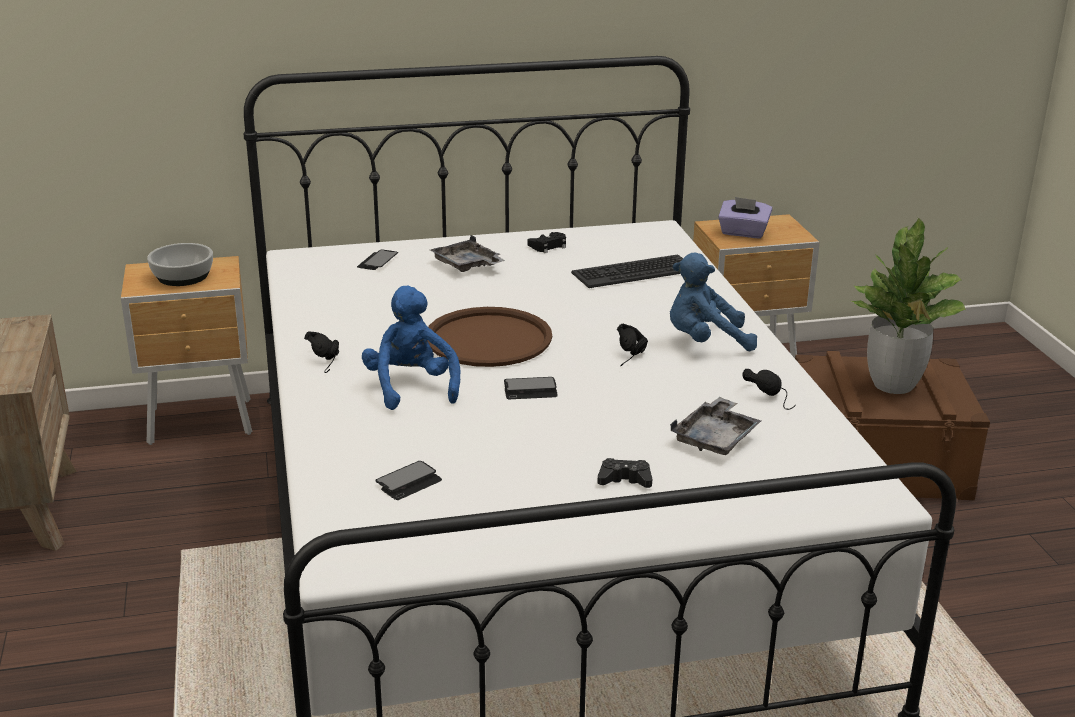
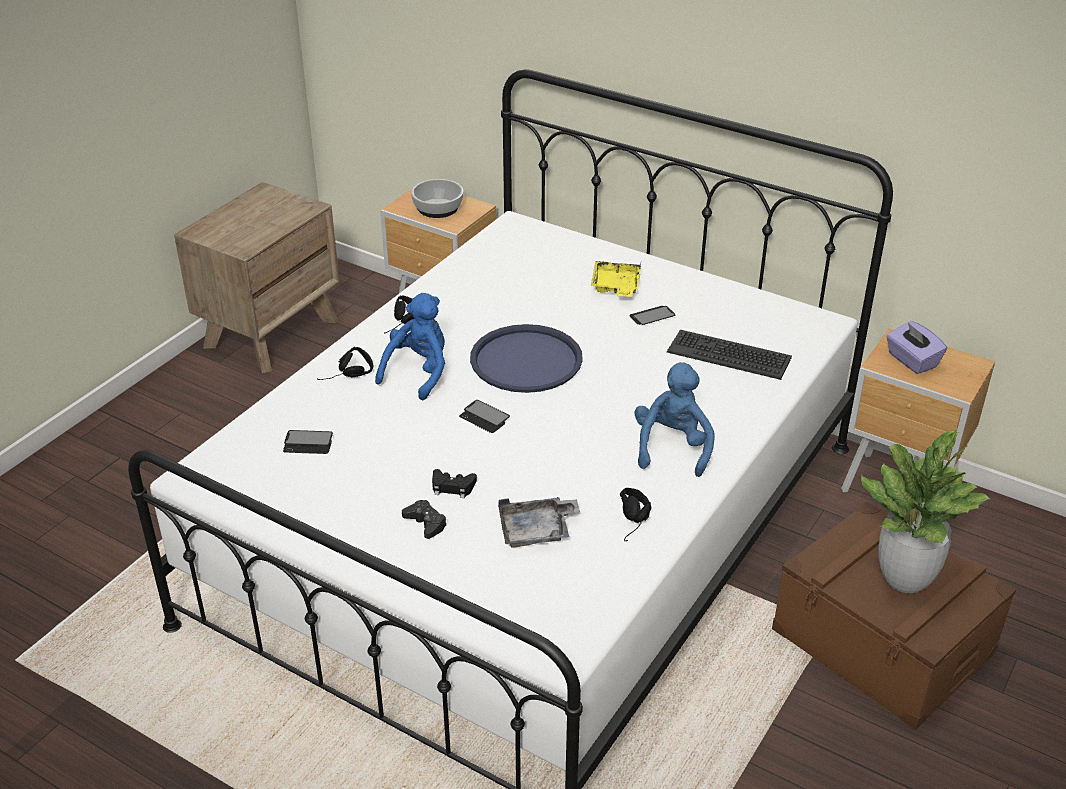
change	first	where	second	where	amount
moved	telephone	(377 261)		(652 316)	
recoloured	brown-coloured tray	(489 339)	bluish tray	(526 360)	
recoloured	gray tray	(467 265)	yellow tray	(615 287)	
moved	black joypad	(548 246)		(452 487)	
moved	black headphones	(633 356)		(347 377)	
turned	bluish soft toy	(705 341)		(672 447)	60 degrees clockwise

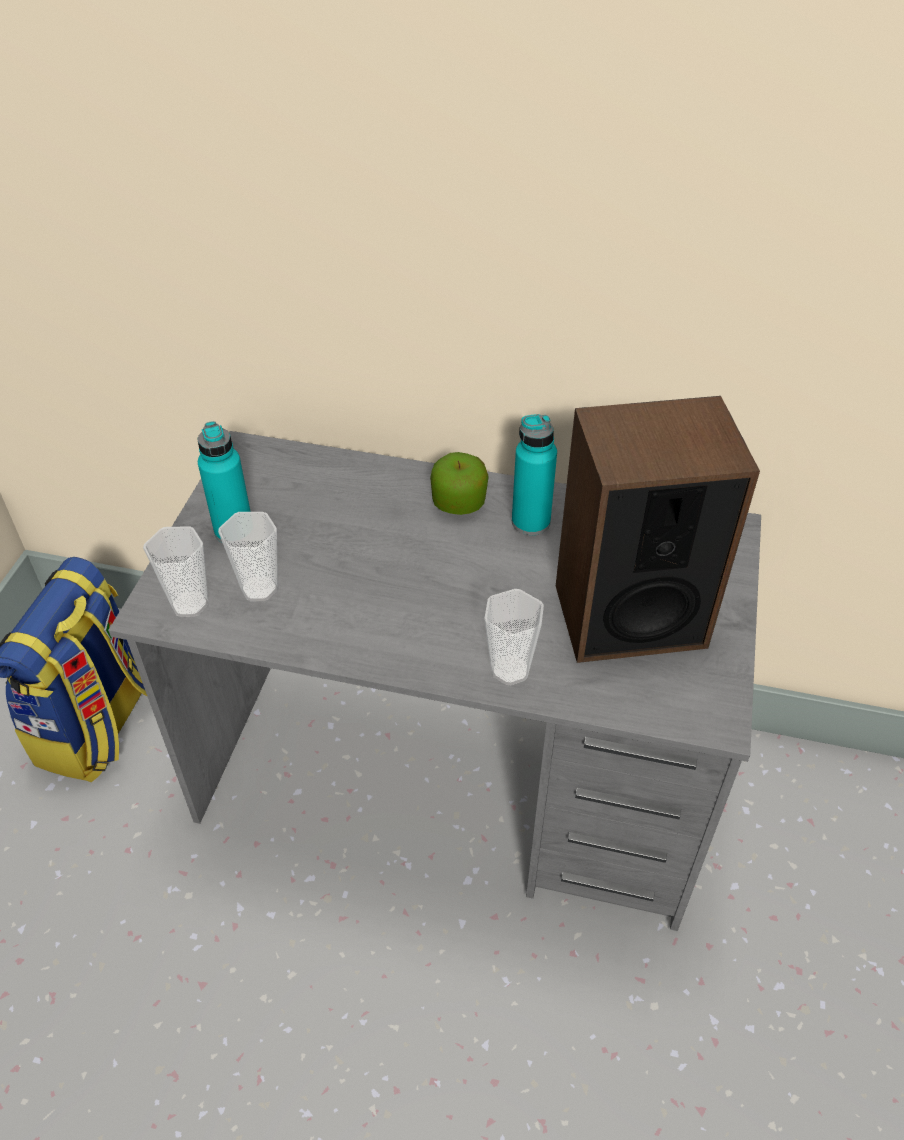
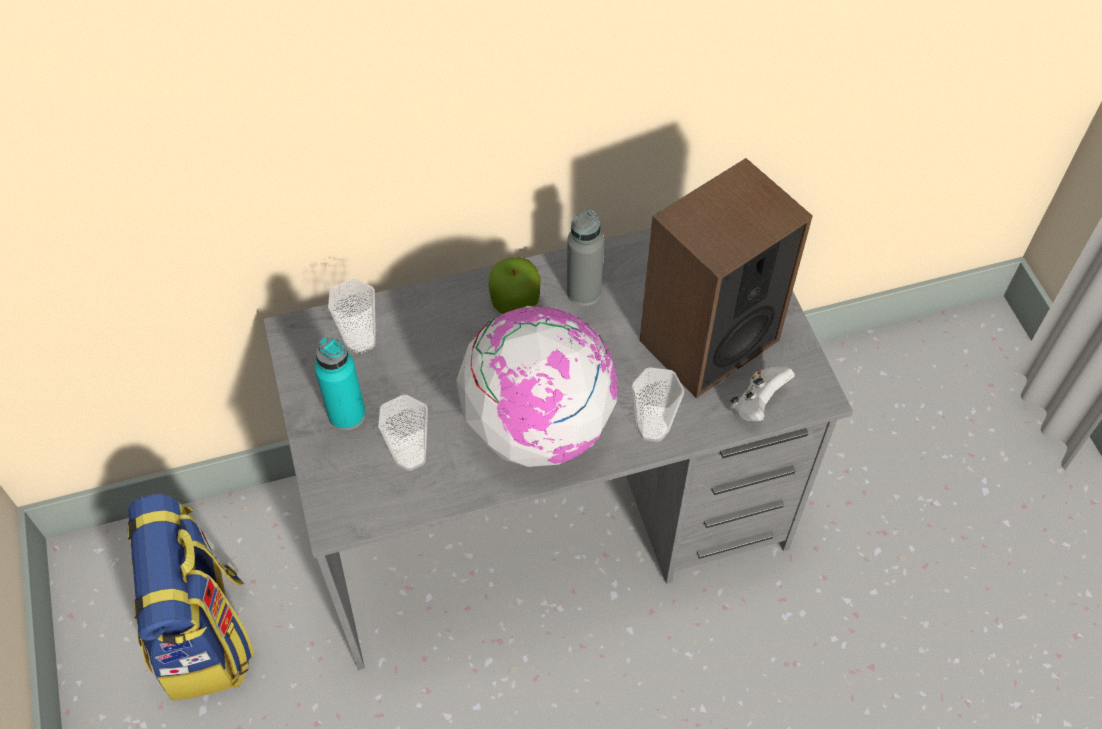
change	first	where	second	where	amount
moved	small cup	(189 604)		(360 341)	
recoloured	blue-green bottle	(530 522)	gray bottle	(583 292)	
added			globe	(538 426)	
added			white-coloured joypad	(757 404)	

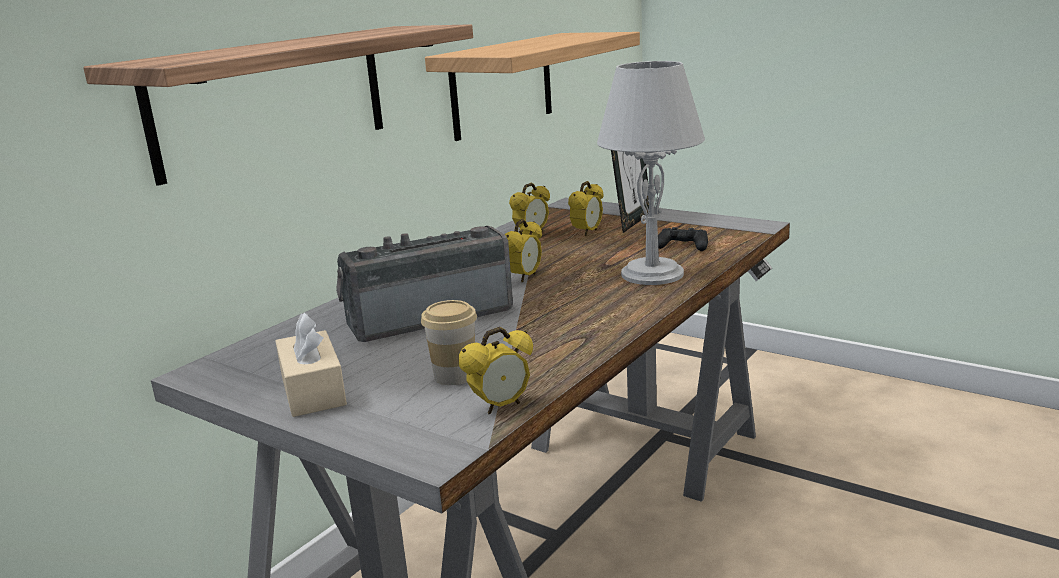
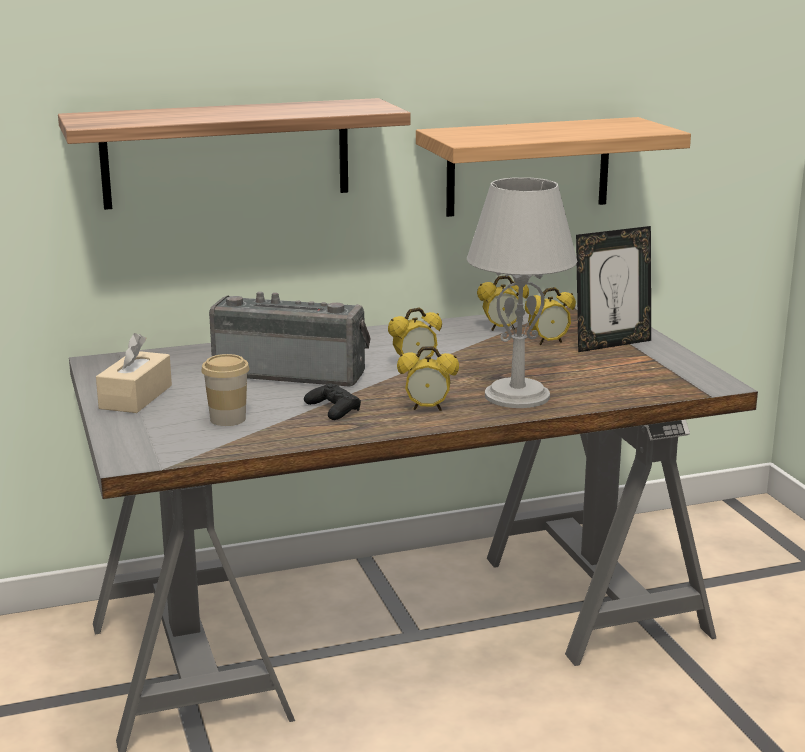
change	first	where	second	where	amount
moved	table clock	(500 406)		(427 408)	
moved	black joypad	(682 246)		(333 409)	

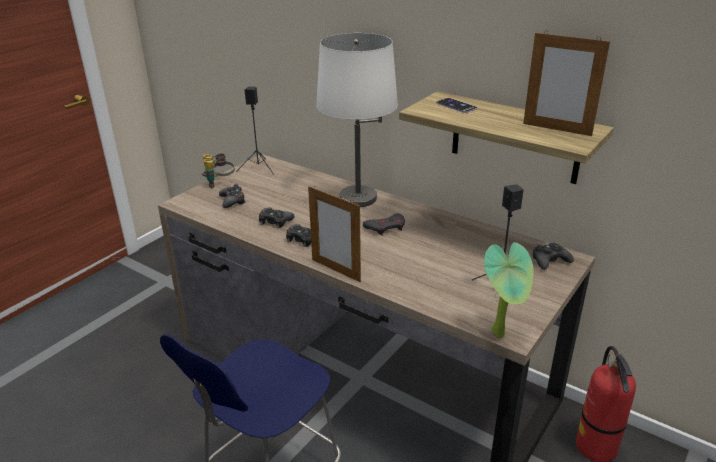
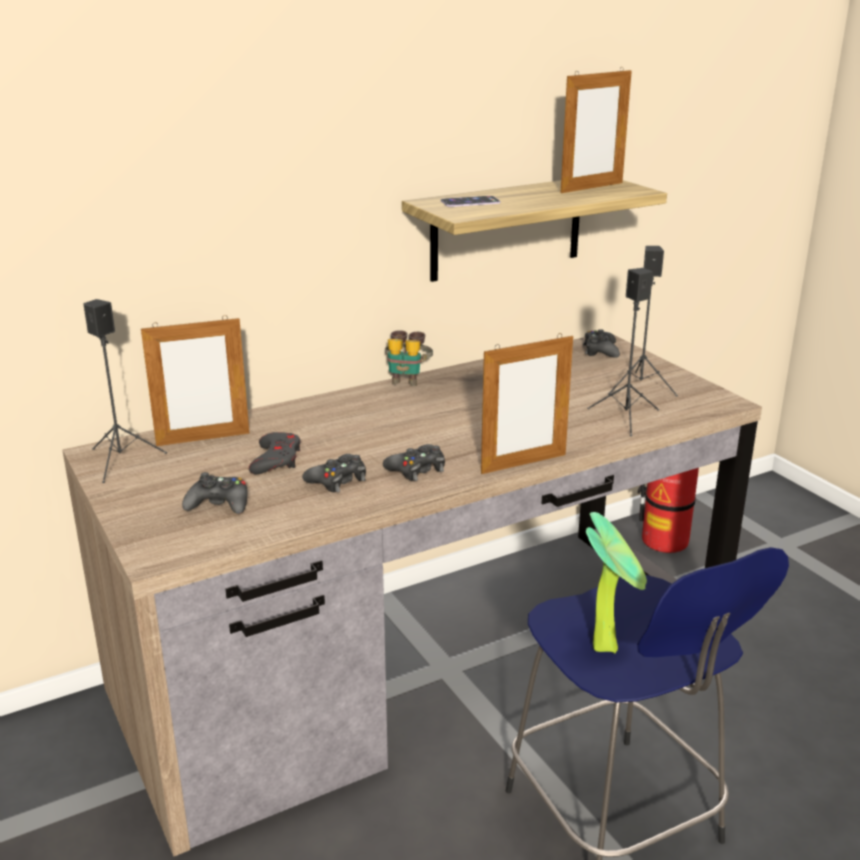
change	first	where	second	where	amount
moved	field glasses	(220 184)		(407 379)	
removed	white-coloured tabletop lamp	(358 198)			
moved	gray joypad	(386 227)		(276 459)	
moved	potted plant	(501 333)		(608 646)	
added			standing frame	(203 439)	
added			black loudspeaker	(626 418)	

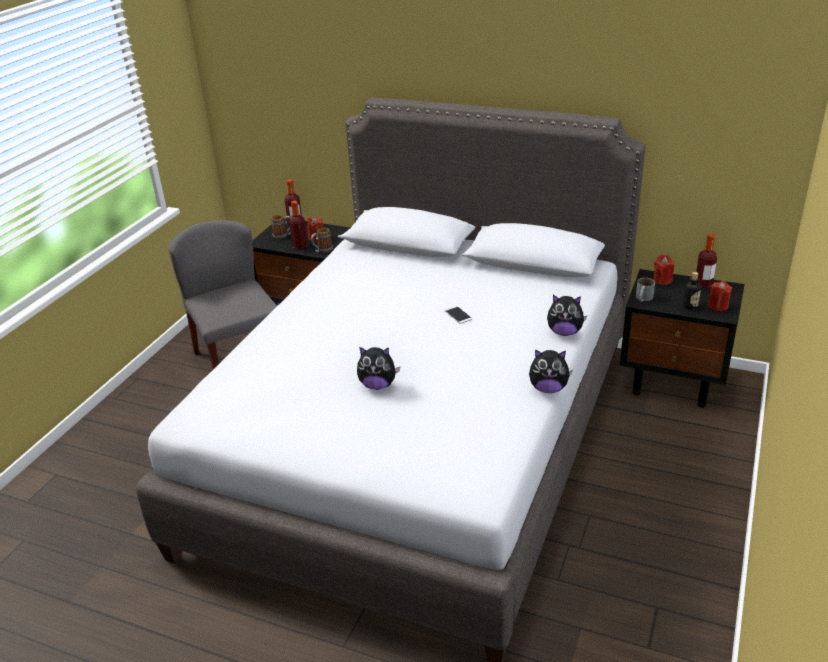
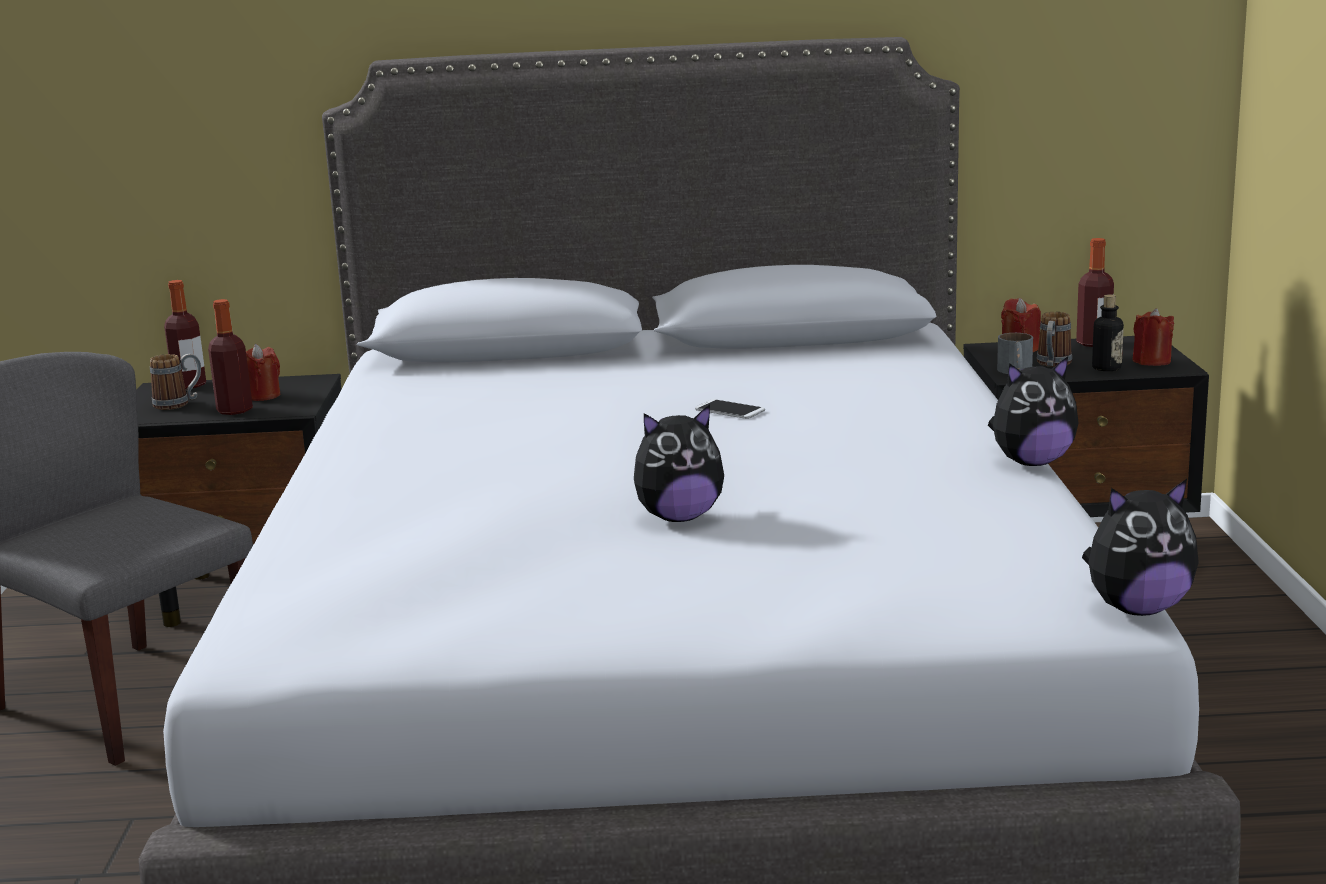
change	first	where	second	where	amount
moved	mug	(322 250)		(1052 364)	
moved	soft toy	(564 332)		(1137 609)	

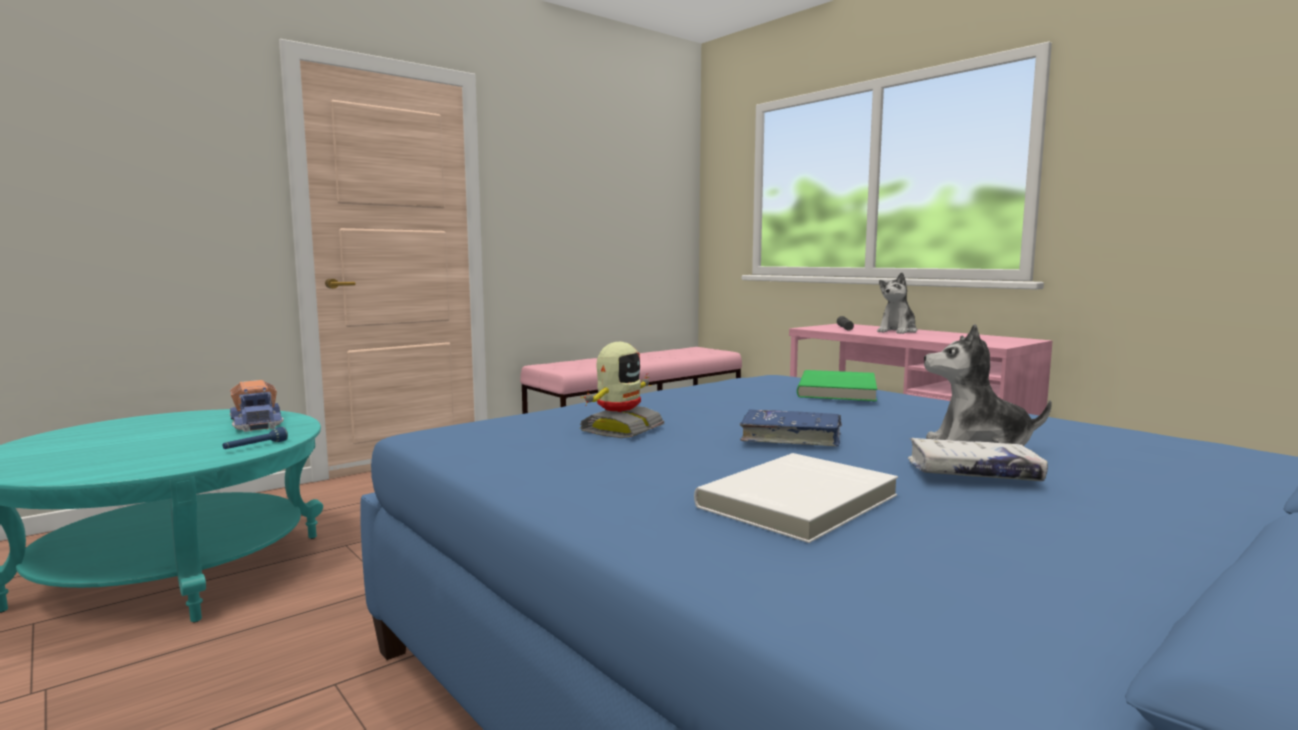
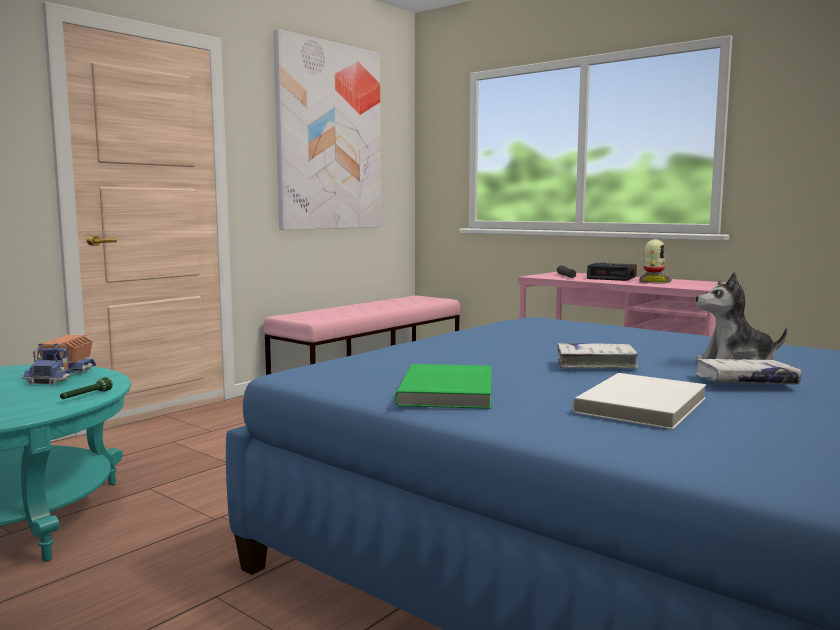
change	first	where	second	where	amount
recoloured	bluish hand torch	(255 447)	green hand torch	(86 396)	
turned	model truck	(258 423)		(62 376)	45 degrees clockwise
moved	model robot	(620 429)		(654 282)	
recoloured	bluish bound book	(791 437)	white-coloured bound book	(596 364)	
moved	green bound book	(839 390)		(449 391)	
replaced	soft toy	(897 331)	table clock	(612 278)	
added			wall art	(329 137)	

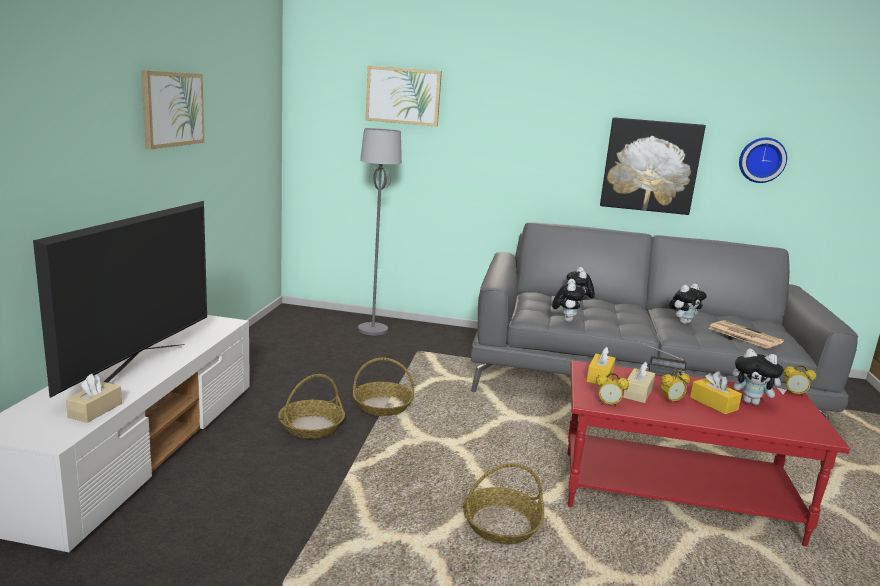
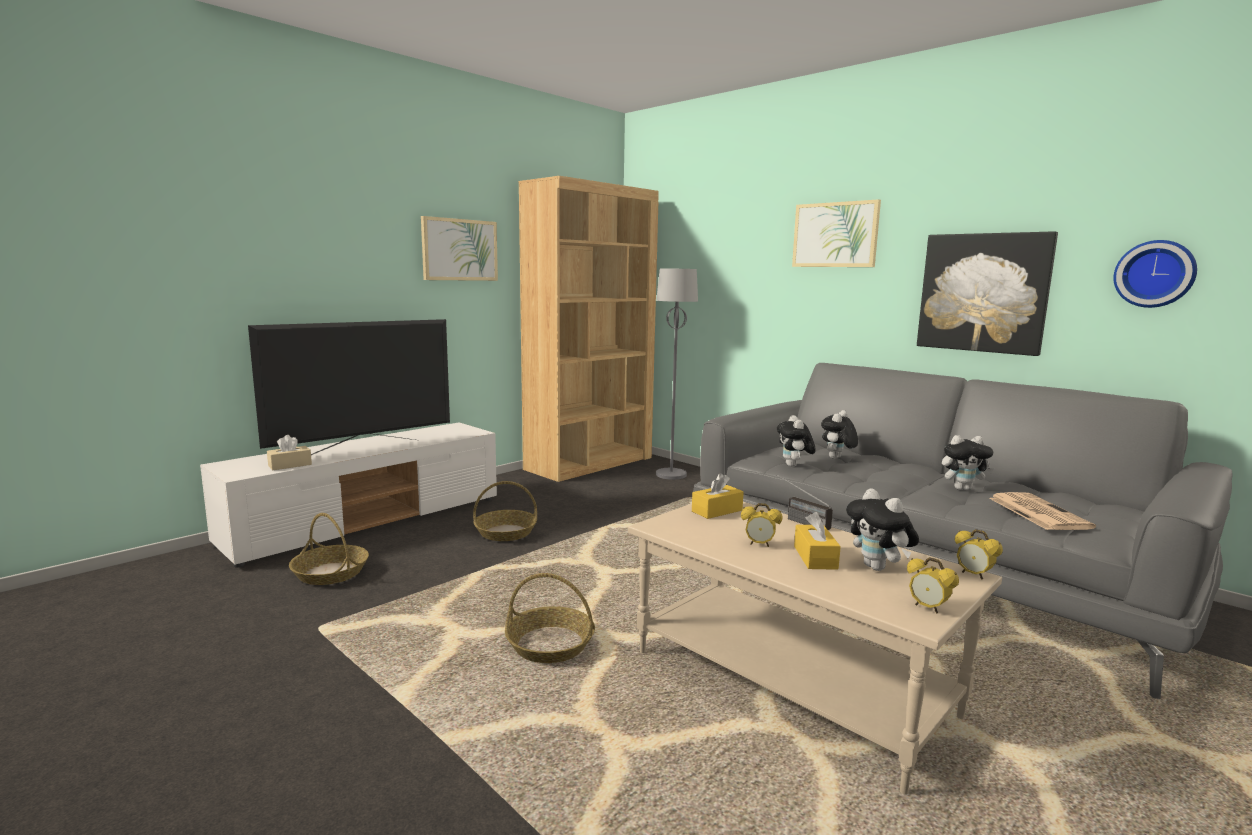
change	first	where	second	where	amount
moved	basket	(383 406)		(331 573)	
moved	wall art	(403 96)		(835 235)	
turned	soft toy	(565 320)		(794 466)	135 degrees clockwise
recoloured	red low table	(676 496)	beige low table	(792 683)	
moved	table clock	(608 404)		(928 608)	
removed	beige tissue box	(637 393)			
added			brown-coloured shelving unit	(590 463)	

